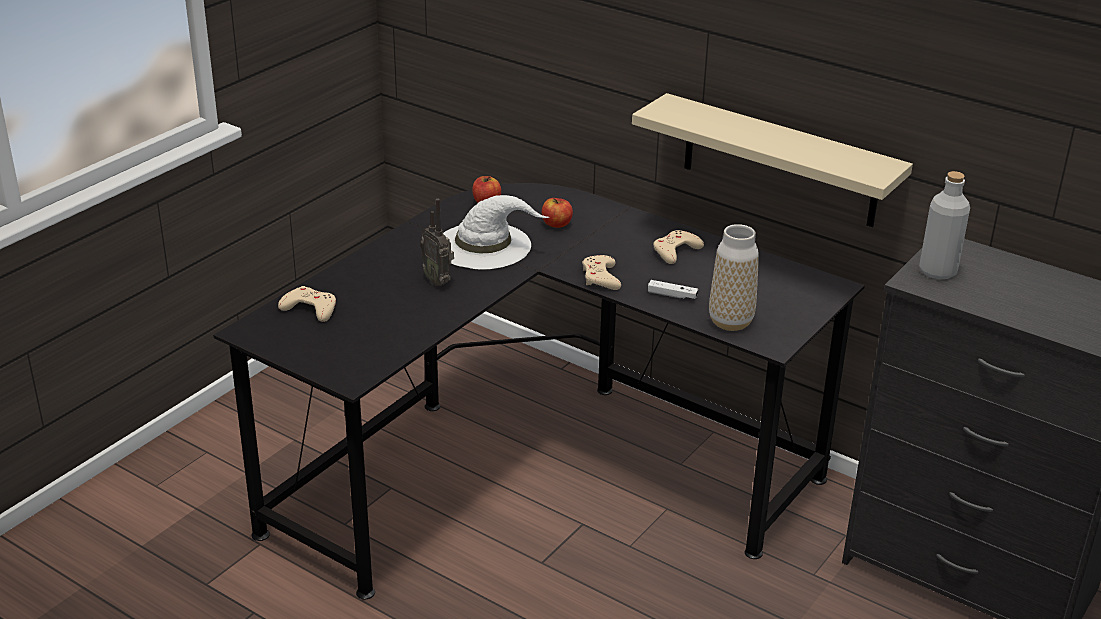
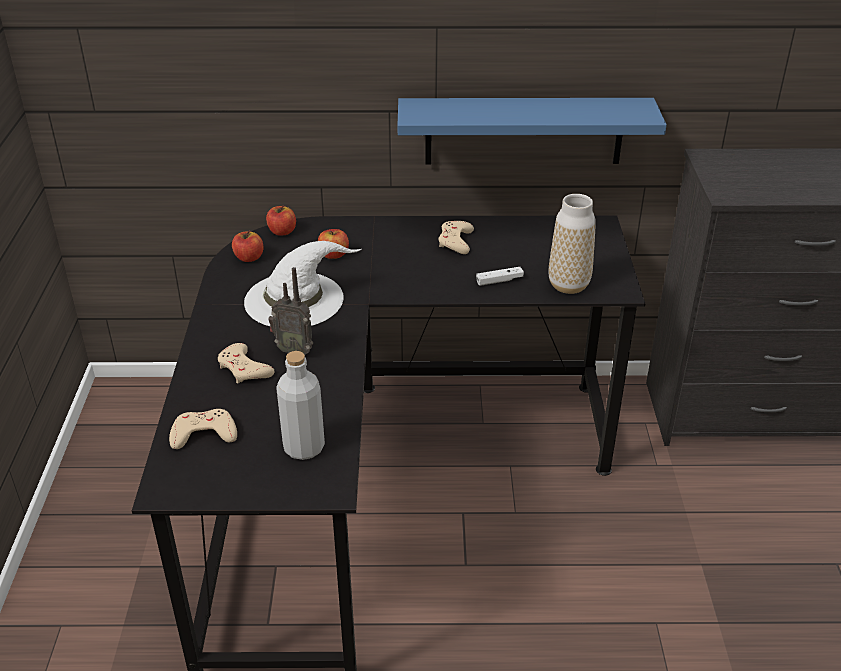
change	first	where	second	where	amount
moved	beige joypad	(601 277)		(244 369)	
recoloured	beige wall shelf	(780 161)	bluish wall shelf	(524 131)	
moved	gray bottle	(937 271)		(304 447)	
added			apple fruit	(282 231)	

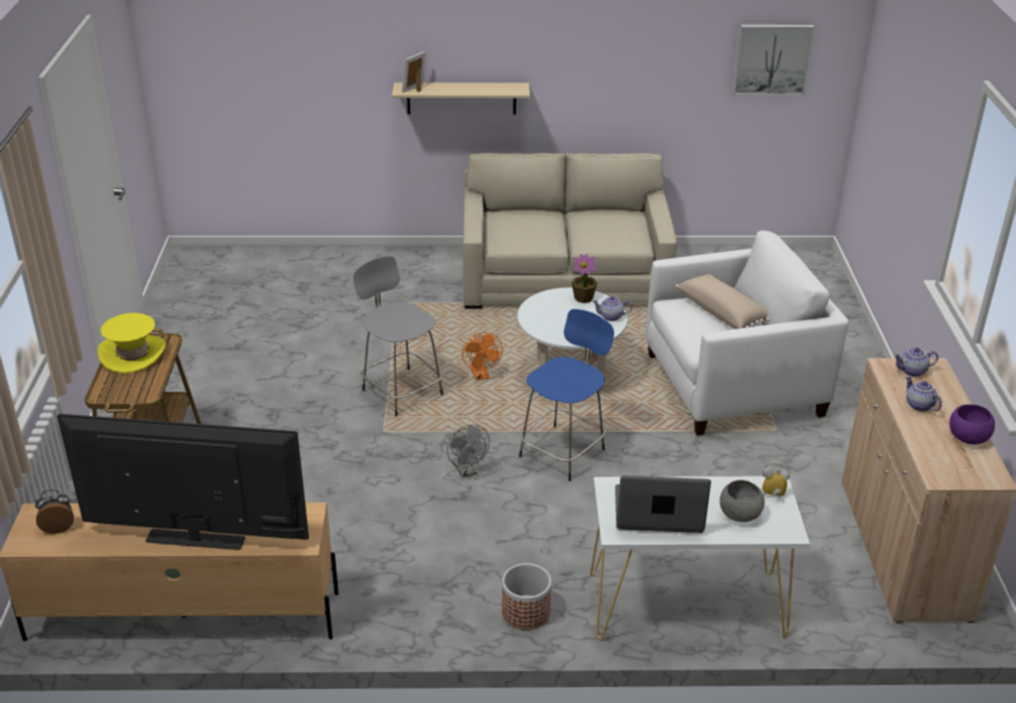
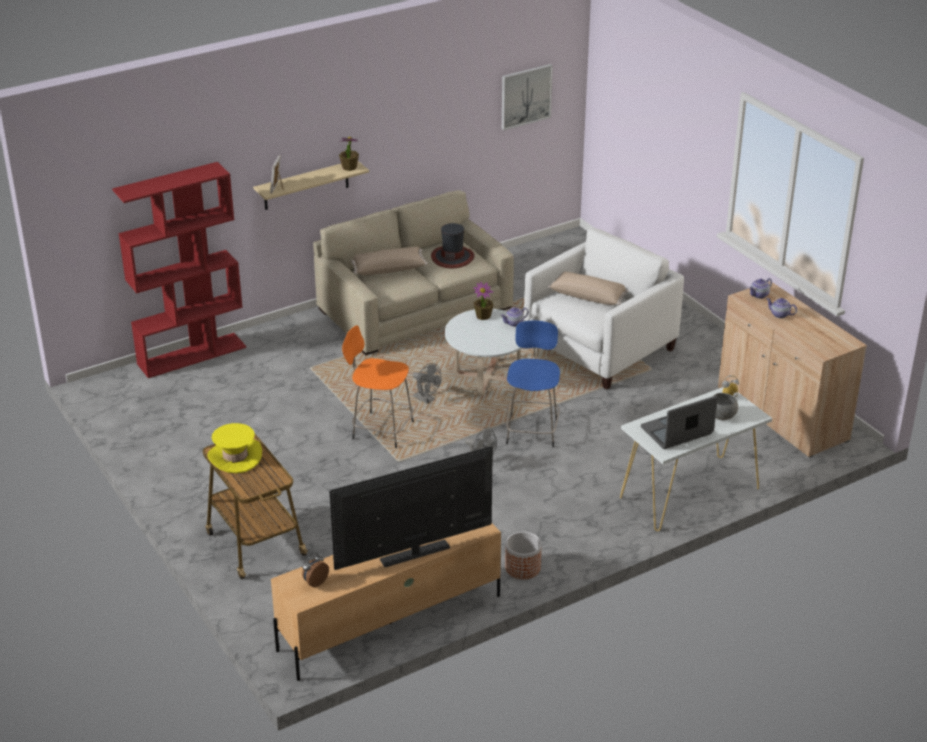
change	first	where	second	where	amount
recoloured	gray sitting stool	(400 391)	orangey sitting stool	(380 430)	
recoloured	orangey electric fan	(481 376)	gray electric fan	(426 399)	
moved	planter	(525 612)		(522 568)	
removed	purple bowl	(968 437)			
added			red shelving unit	(192 355)	
added			potted plant	(349 167)	
added			beige cushion	(388 268)	
added			hat	(452 257)	

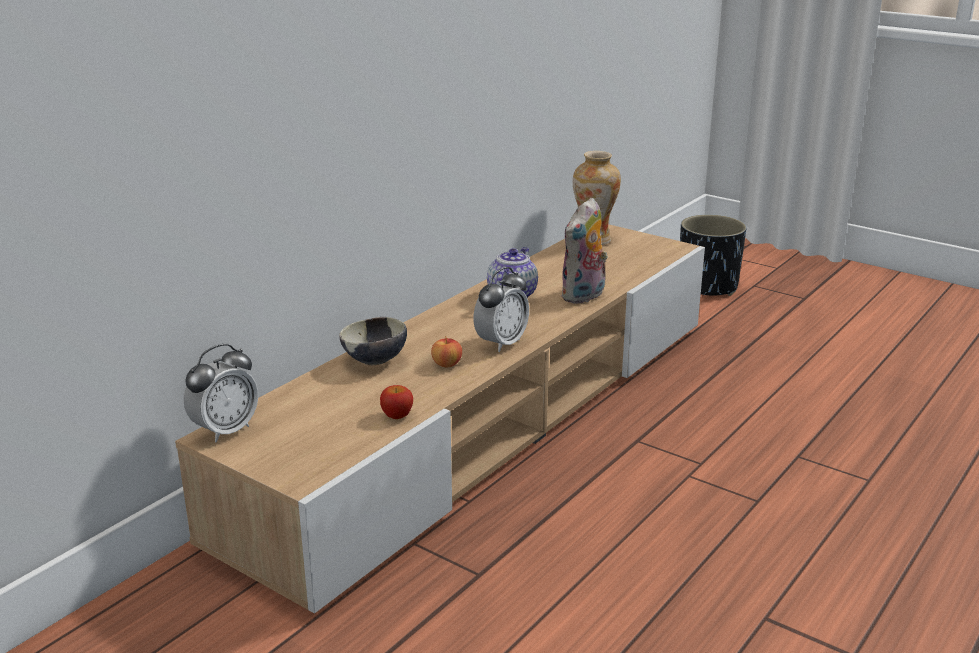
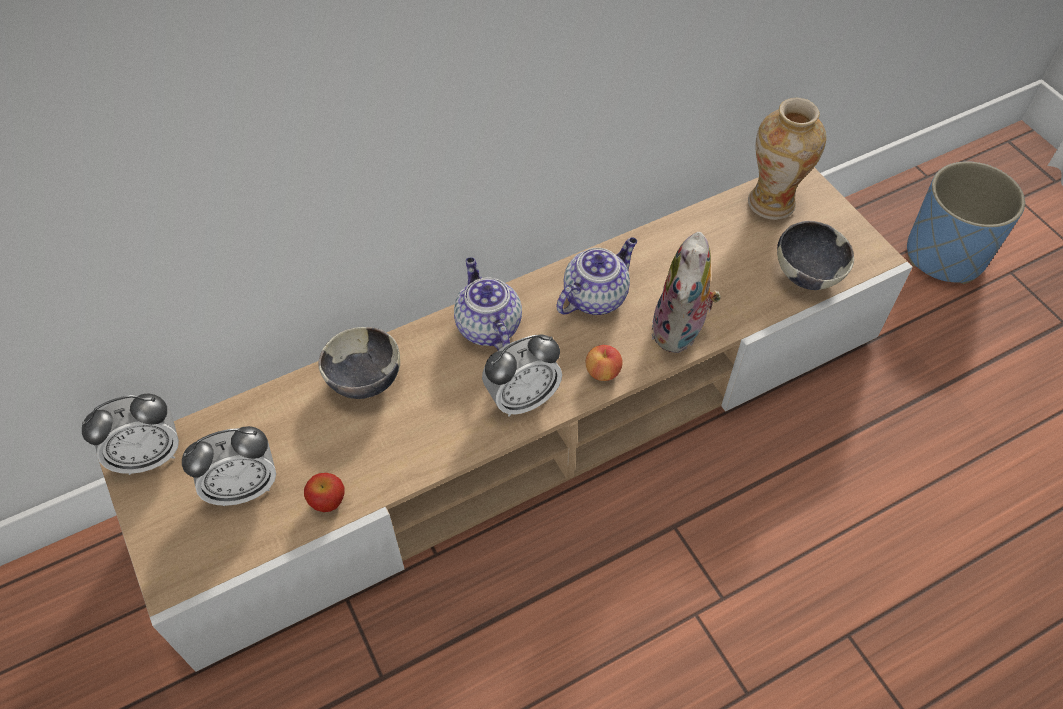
change	first	where	second	where	amount
moved	apple fruit	(447 364)		(602 372)	
turned	soft toy	(584 296)		(680 331)	45 degrees counterclockwise
recoloured	black planter	(707 287)	bluish planter	(945 255)	
added			table clock	(244 487)	
added			pot for tea	(487 326)	
added			bowl	(807 274)	

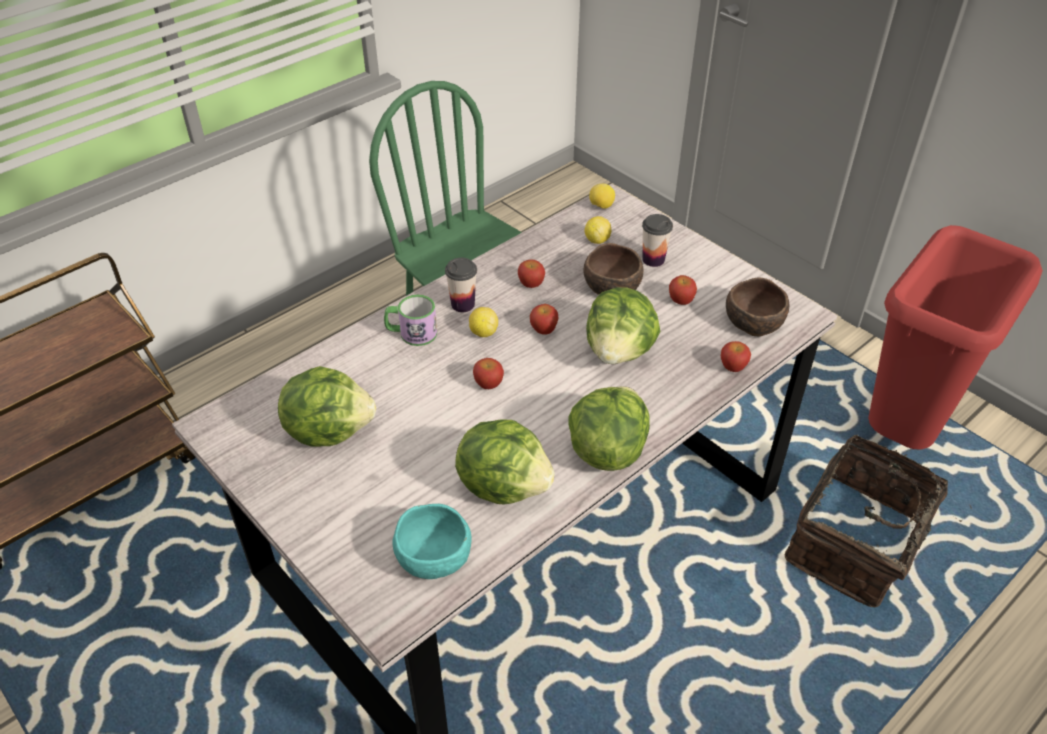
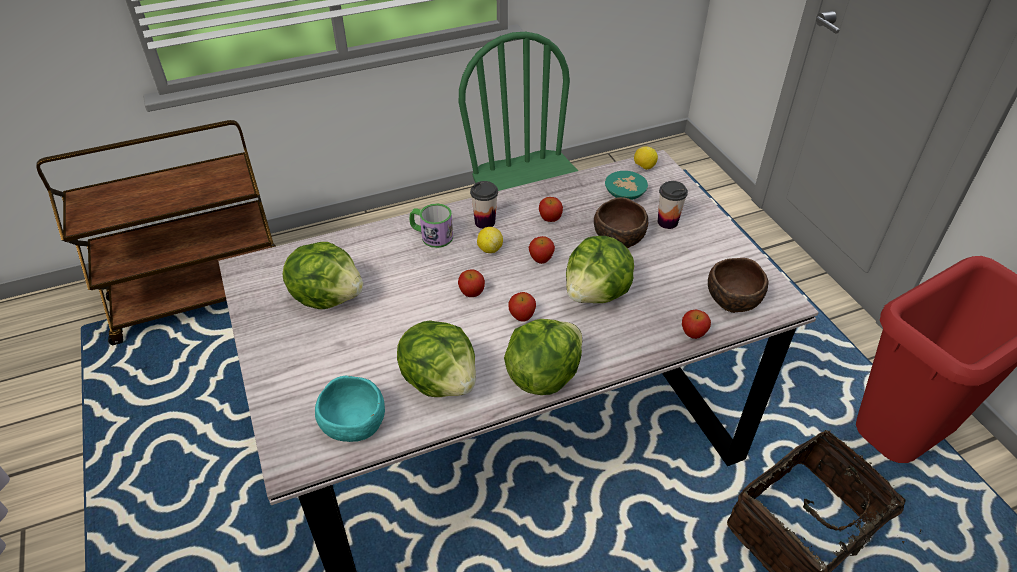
change	first	where	second	where	amount
replaced	whole lemon	(597 240)	blue-green bowl	(626 194)	
moved	apple fruit	(680 300)		(522 316)	

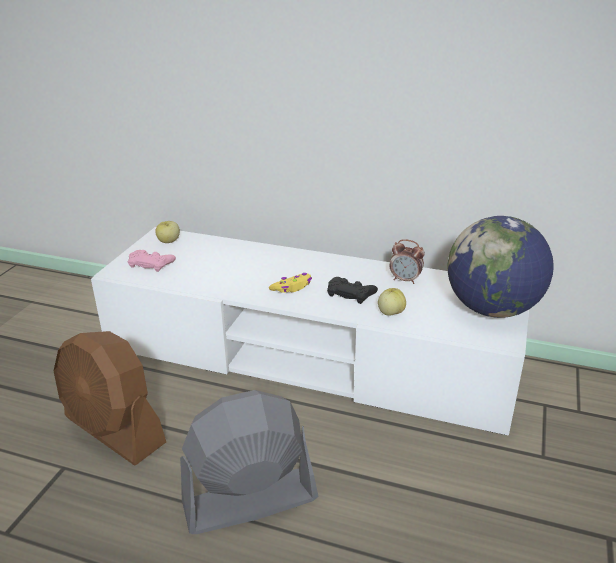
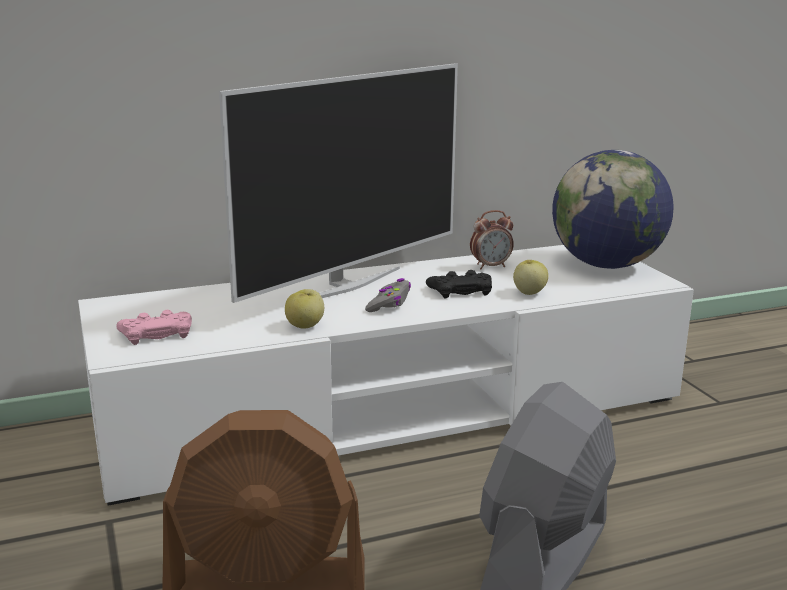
change	first	where	second	where	amount
moved	apple fruit	(168 241)		(305 326)	
recoloured	yellow joypad	(292 287)	gray joypad	(389 303)	
added			TV	(345 285)	

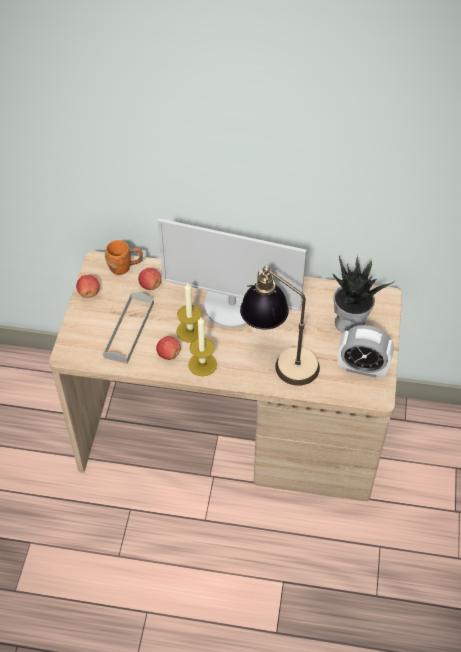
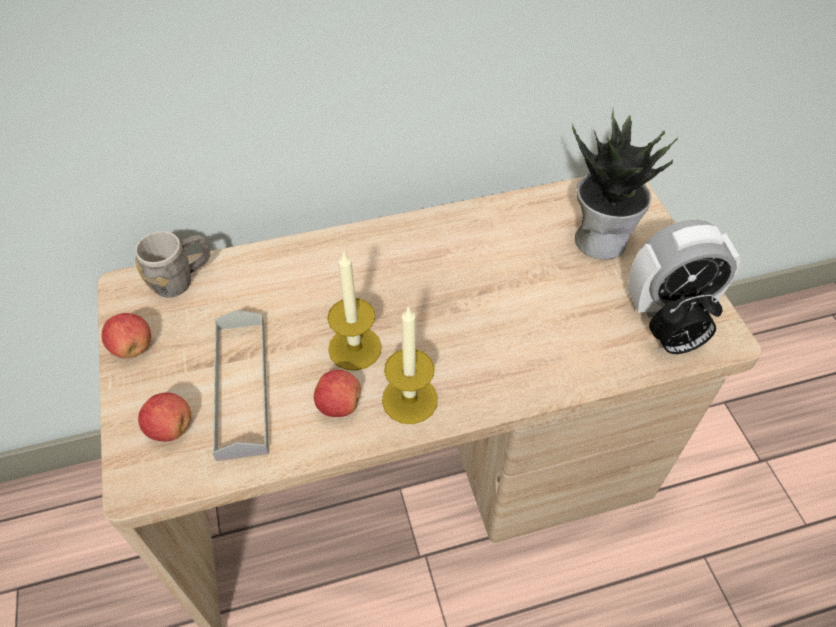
change	first	where	second	where	amount
recoloured	orangey mug	(125 267)	gray mug	(182 279)	
moved	apple fruit	(150 285)		(170 428)	
removed	computer display	(232 305)			
removed	tabletop lamp	(279 359)			
added			table clock	(674 346)	

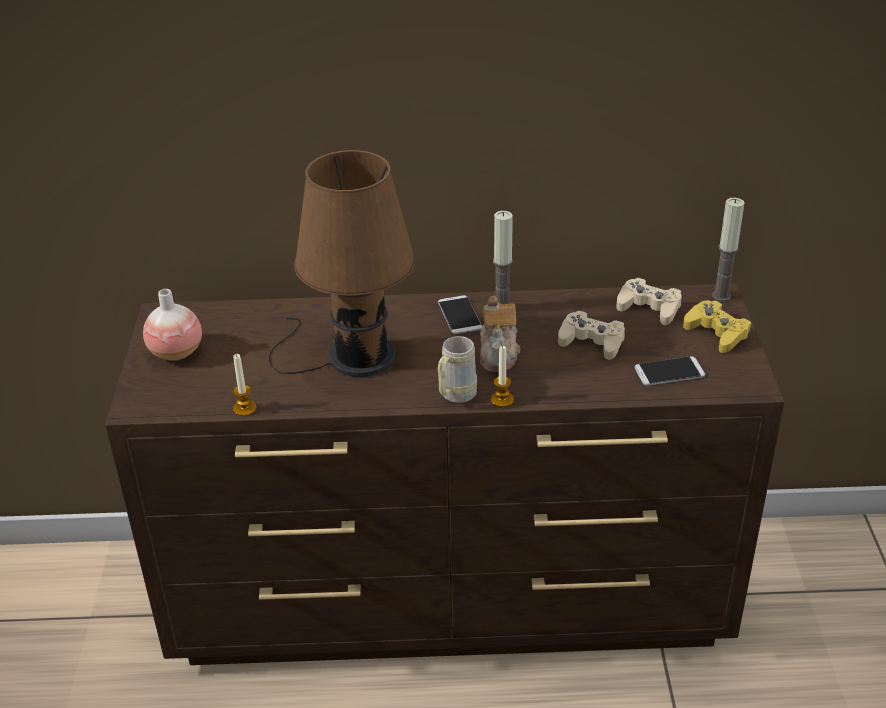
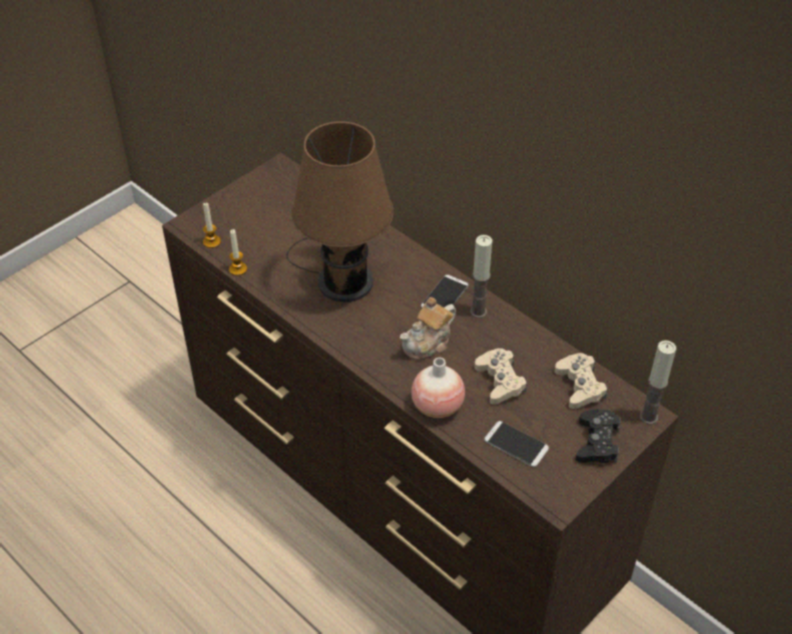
change	first	where	second	where	amount
moved	flower vase	(176 352)		(437 406)	
removed	beige mug	(454 396)			
moved	wax candle	(502 400)		(211 242)	
recoloured	yellow joypad	(716 333)	black joypad	(597 442)	

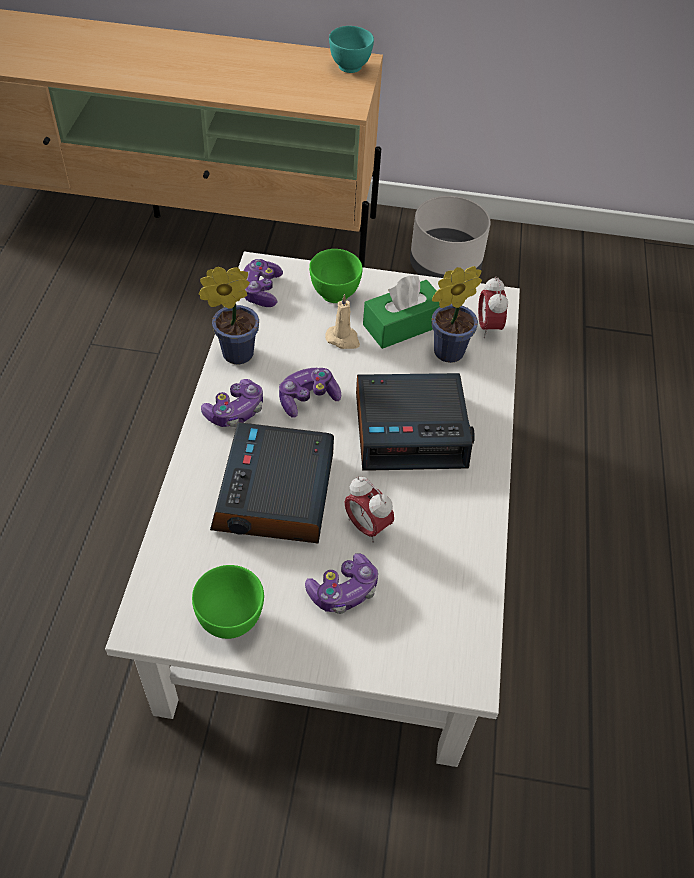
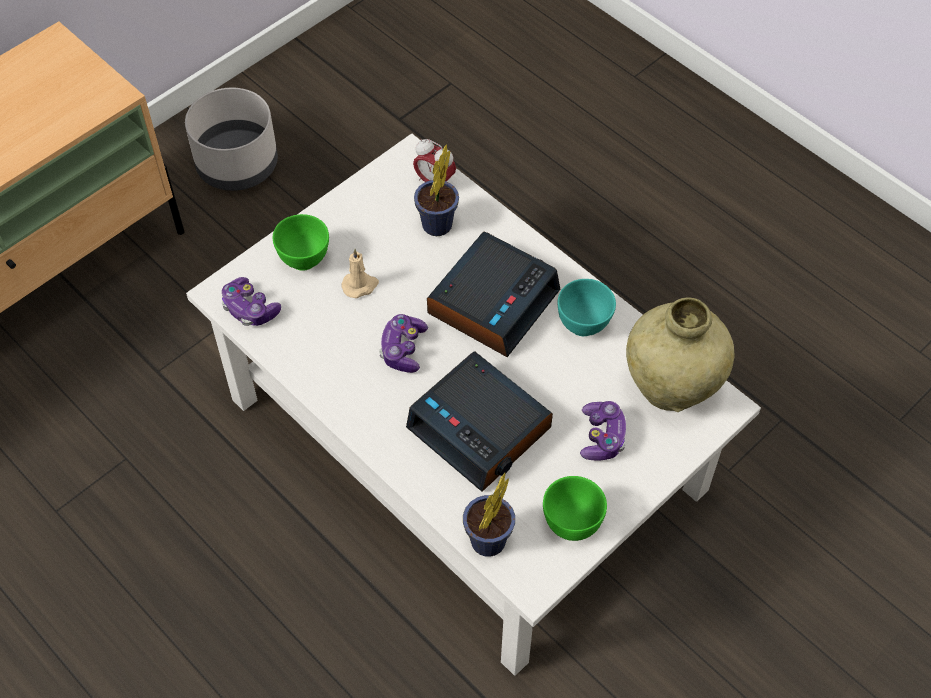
change	first	where	second	where	amount
moved	potted plant	(233 354)		(485 545)	
removed	joypad	(235 411)			
moved	blue-green bowl	(350 68)		(583 325)	
removed	table clock	(367 526)			
removed	green tissue box	(403 325)			
added			beige flower vase	(671 389)	

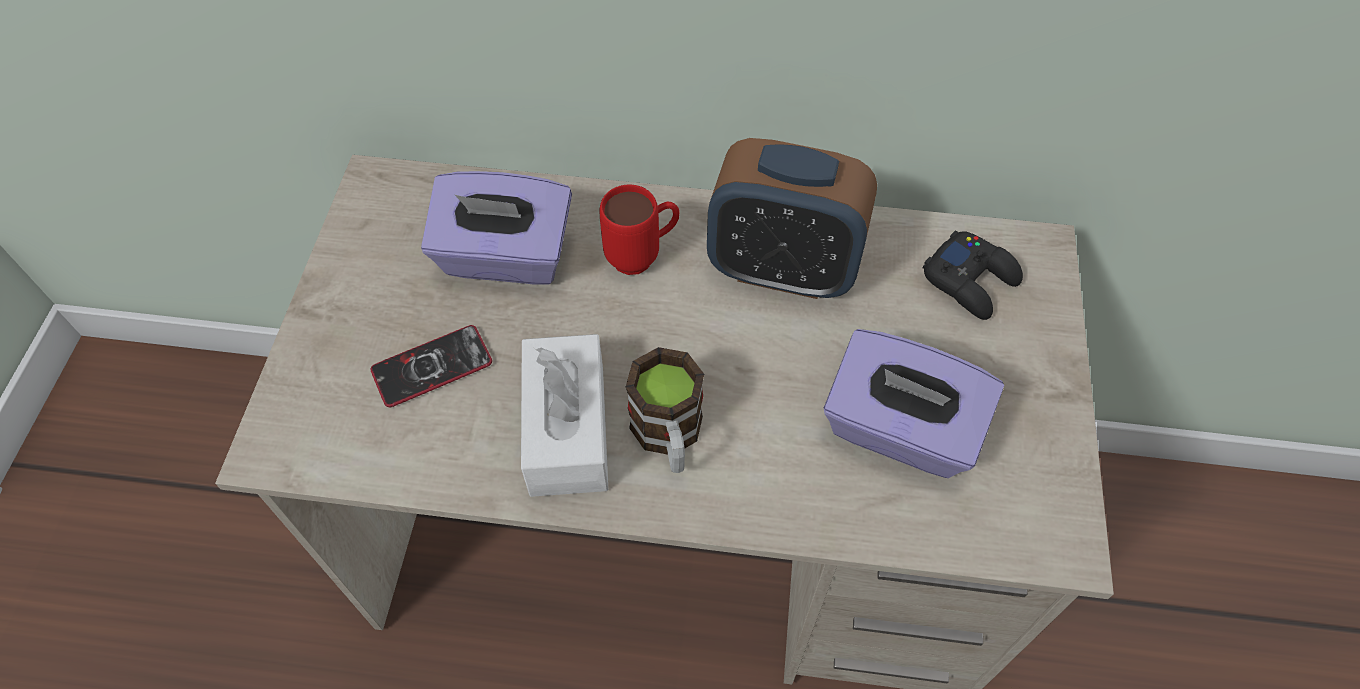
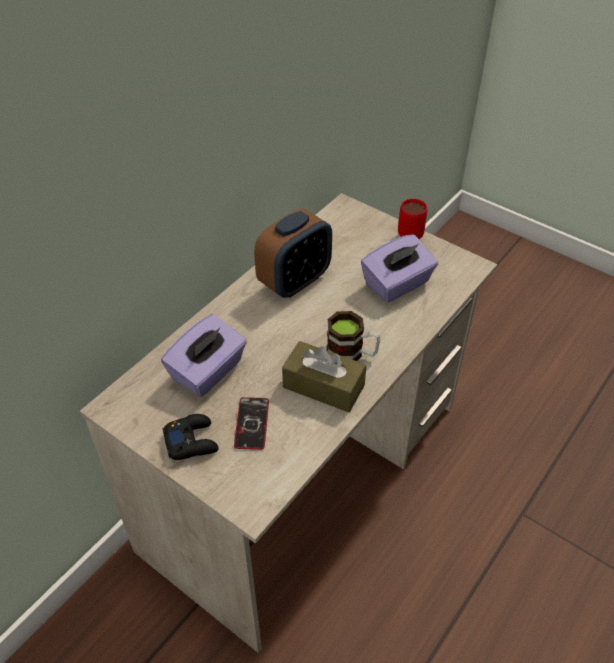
change	first	where	second	where	amount
recoloured	white-coloured tissue box	(567 429)	brown-coloured tissue box	(323 386)	
moved	red mug	(643 256)		(410 234)	
moved	black joypad	(971 280)		(191 441)	

